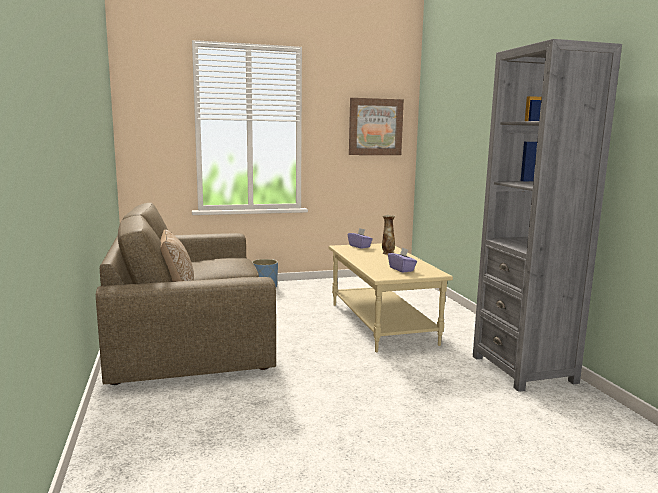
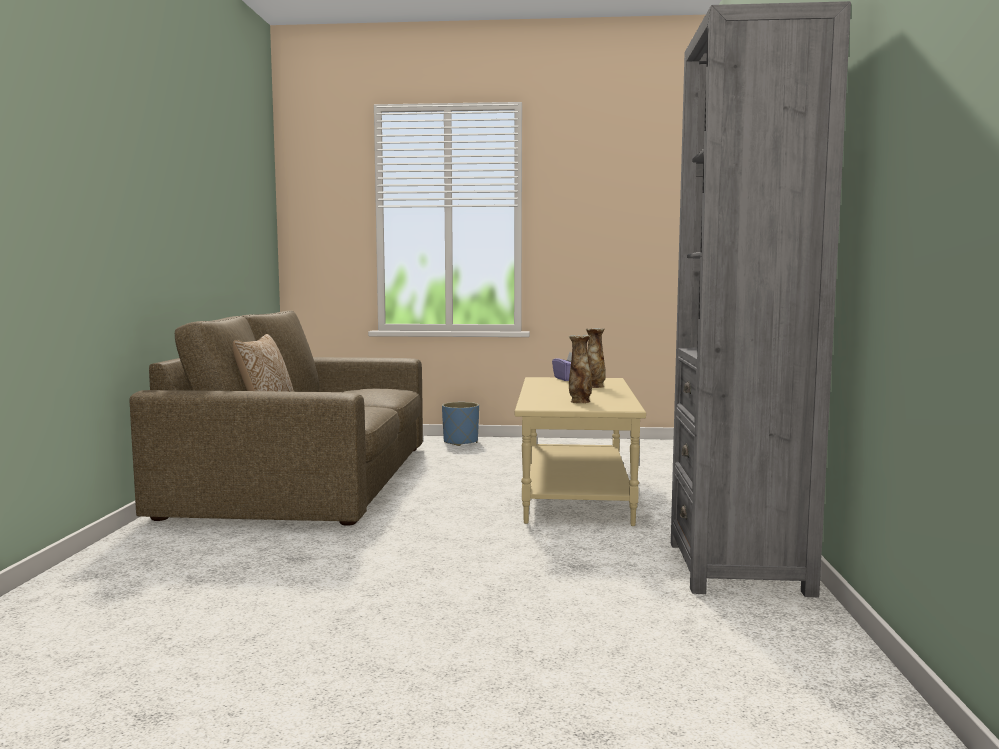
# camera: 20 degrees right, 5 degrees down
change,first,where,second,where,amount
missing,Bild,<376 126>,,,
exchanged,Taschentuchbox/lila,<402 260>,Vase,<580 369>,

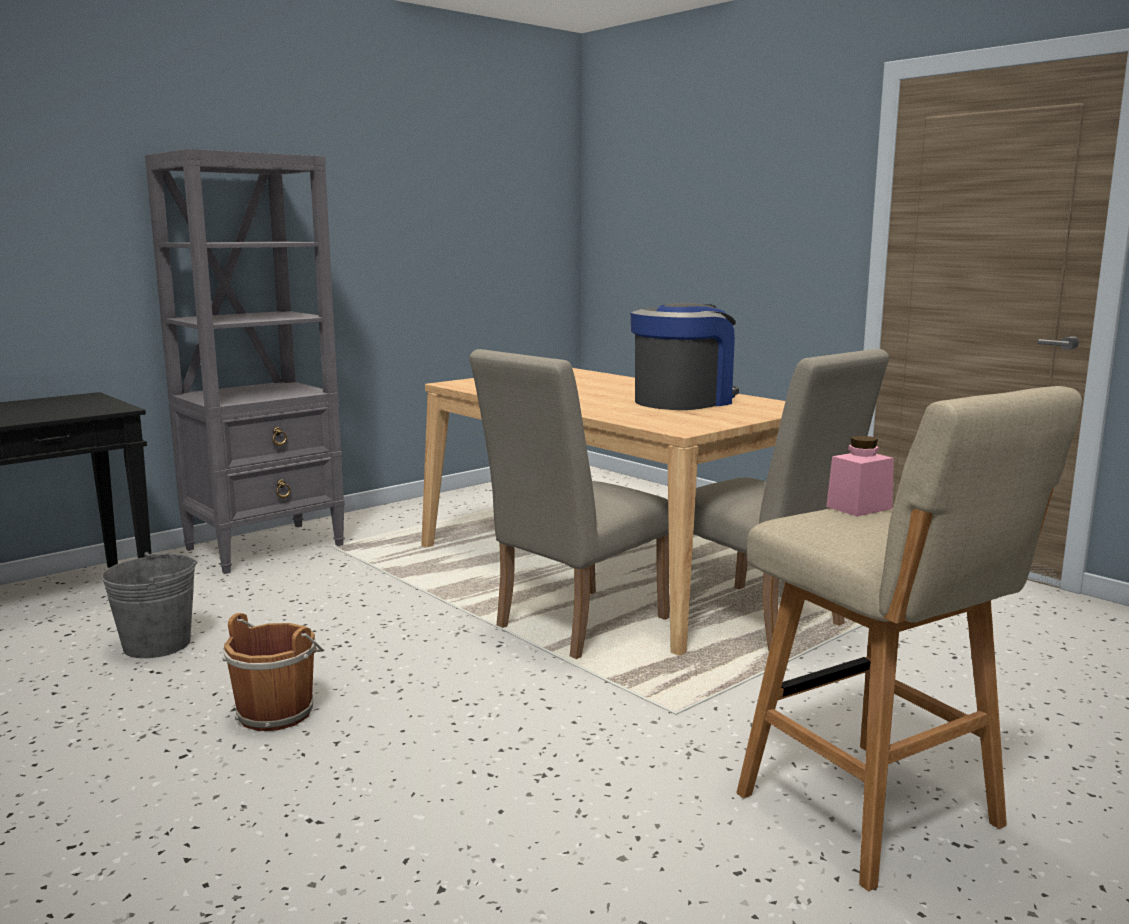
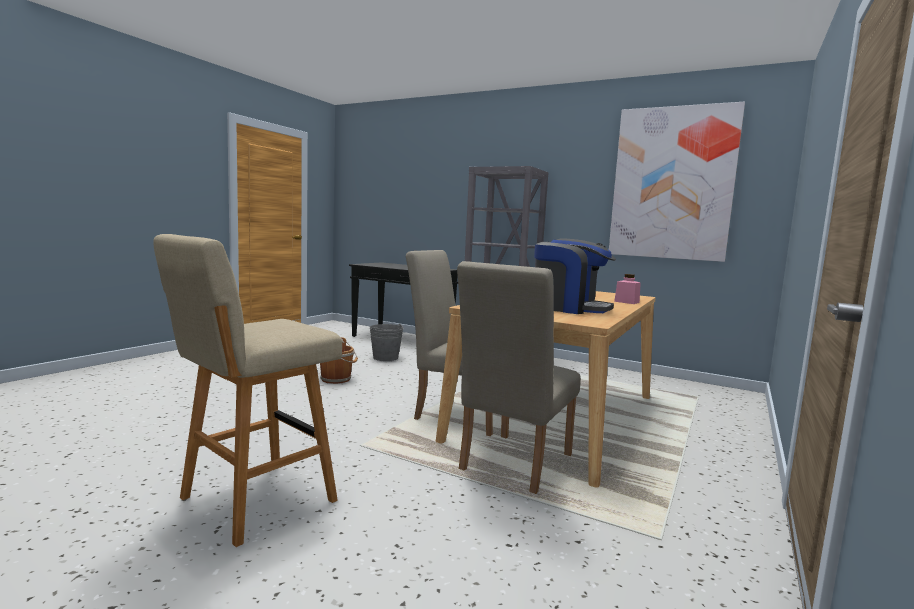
# camera: 70 degrees right, 5 degrees down
change,first,where,second,where,amount
appeared,,,Bild,<677 181>,
relocated,Vorratsglas/rosa,<860 476>,,<627 289>,

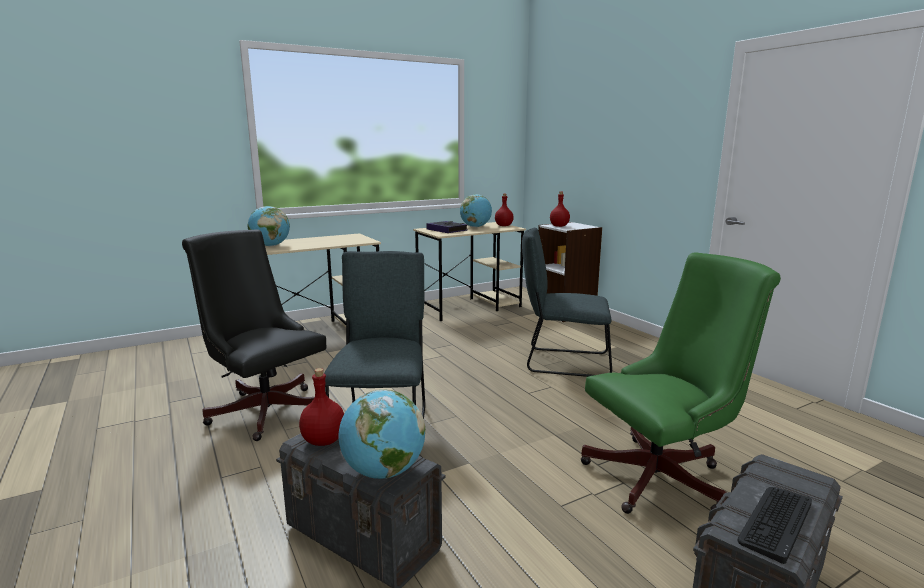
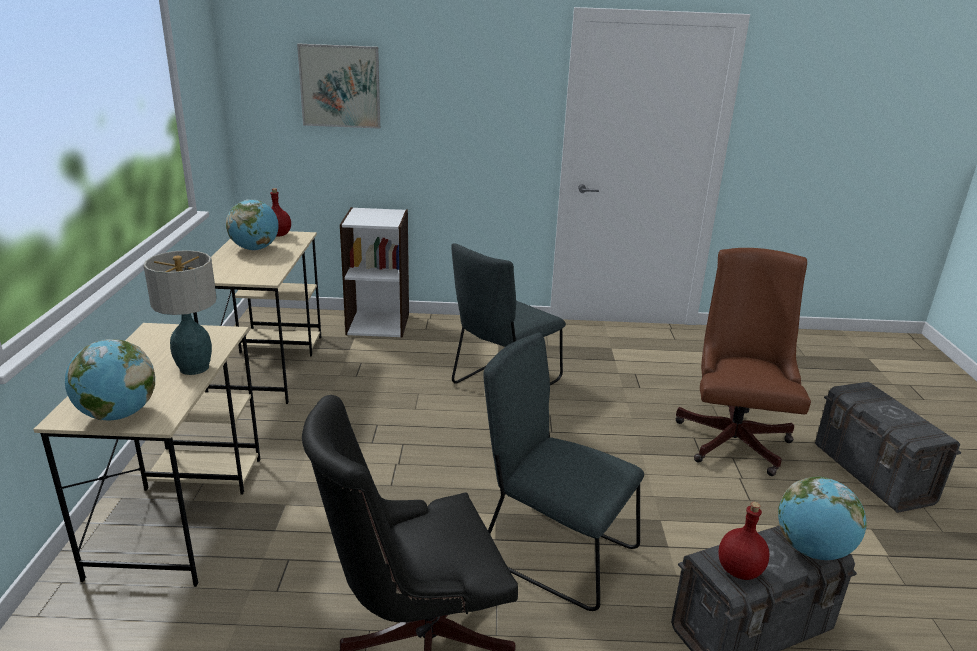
# camera: 60 degrees left, 10 degrees up
change,first,where,second,where,amount
missing,Buch,<447 227>,,,
missing,Flasche/rot,<560 209>,,,
missing,Tastatur,<774 525>,,,
appeared,,,Tischlampe,<180 312>,
appeared,,,Bild,<338 86>,
colour,Bürostuhl/grün,<681 383>,Bürostuhl/braun,<743 362>,

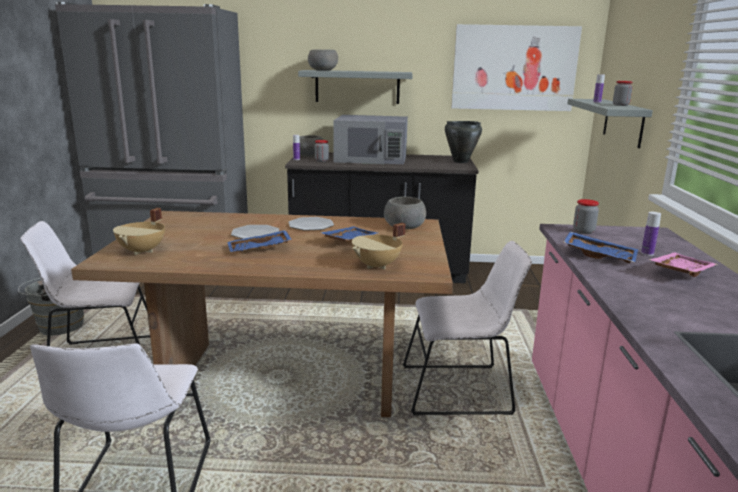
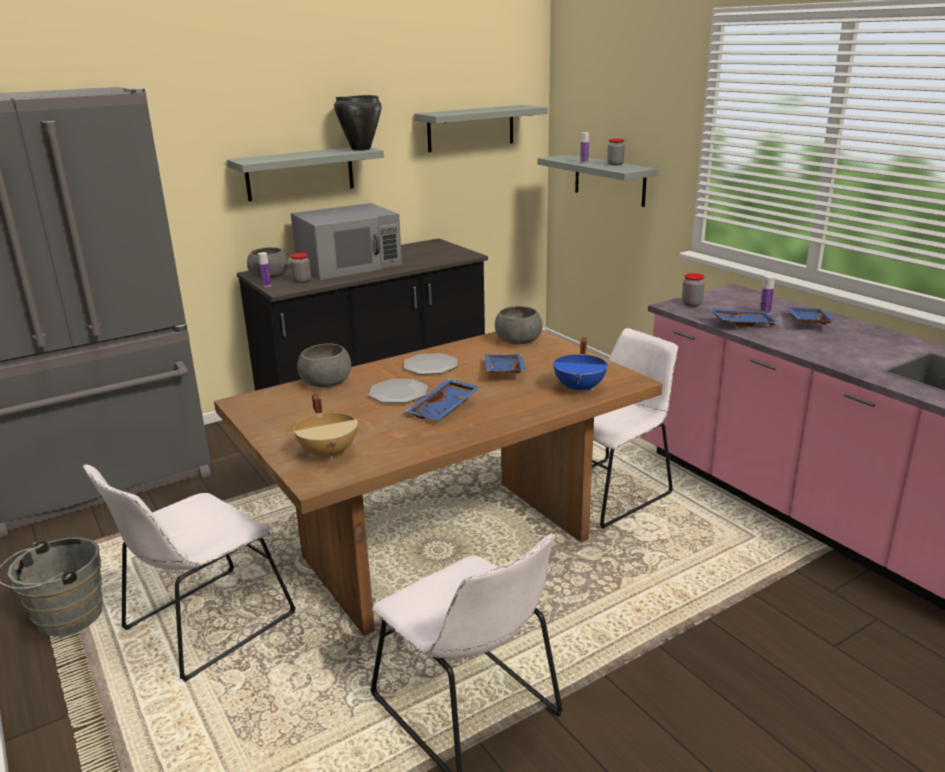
# camera: 35 degrees left, 5 degrees up
change,first,where,second,where,amount
relocated,Schüssel/grau,<323 60>,,<324 366>,
relocated,Kochtopf/schwarz,<463 142>,,<358 123>,
exchanged,Bild,<516 67>,Wandregal/grau,<481 128>,
colour,Kochtopf/beige,<378 246>,Kochtopf/blau,<580 366>,
colour,Tablett/rosa,<683 264>,Tablett/blau,<812 316>,

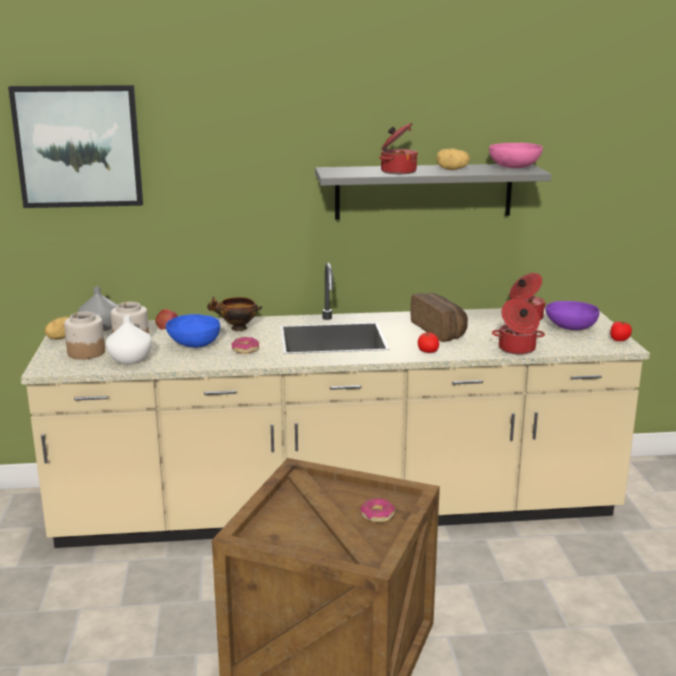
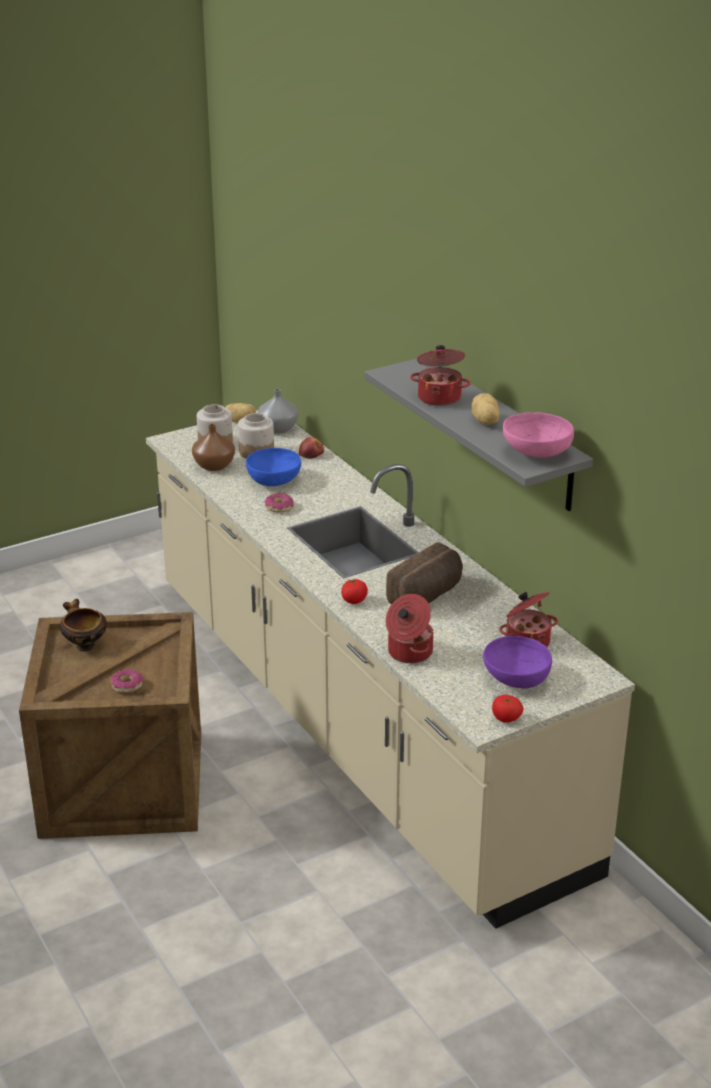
# camera: 65 degrees right, 10 degrees up
change,first,where,second,where,amount
missing,Bild,<75 146>,,,
relocated,Schüssel,<234 313>,,<83 625>,
colour,Vase/weiß,<129 339>,Vase/braun,<213 447>,

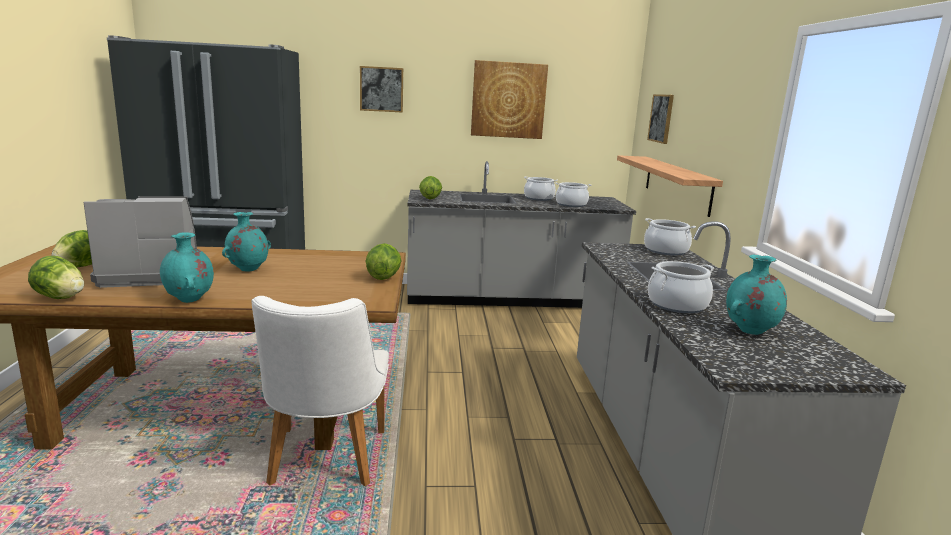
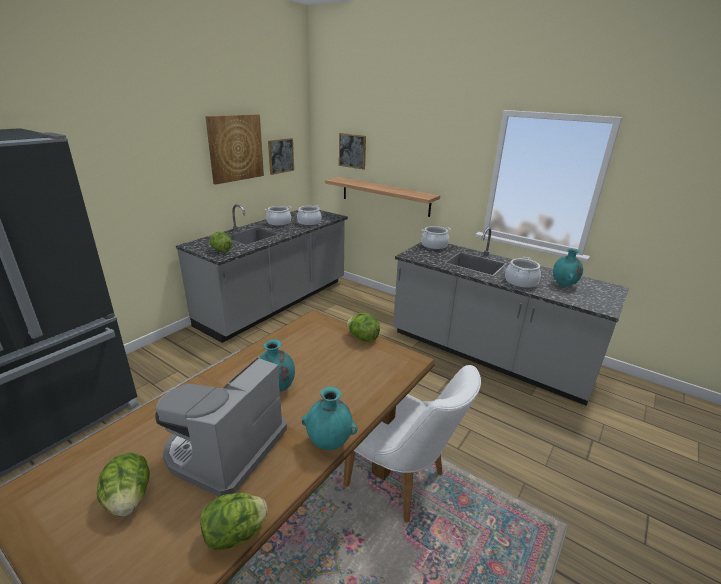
# camera: 50 degrees left, 10 degrees up
change,first,where,second,where,amount
relocated,Bild,<381 89>,,<281 156>,

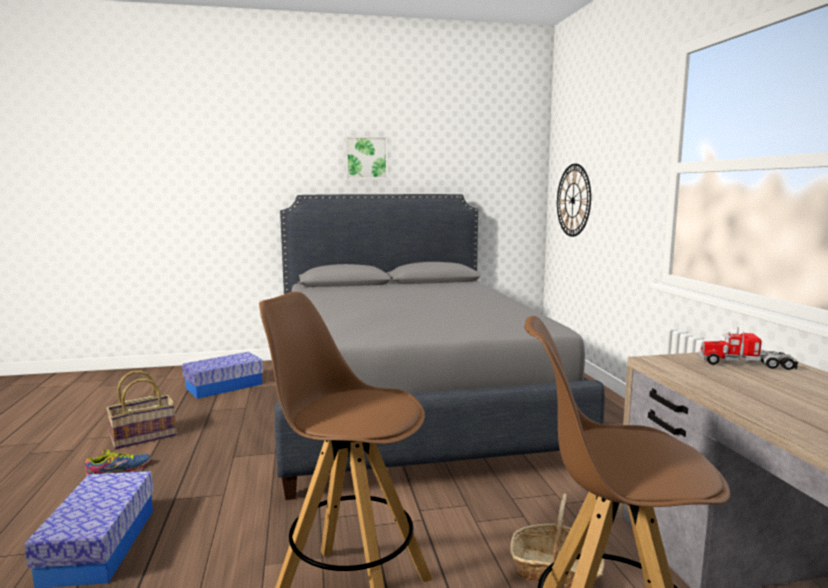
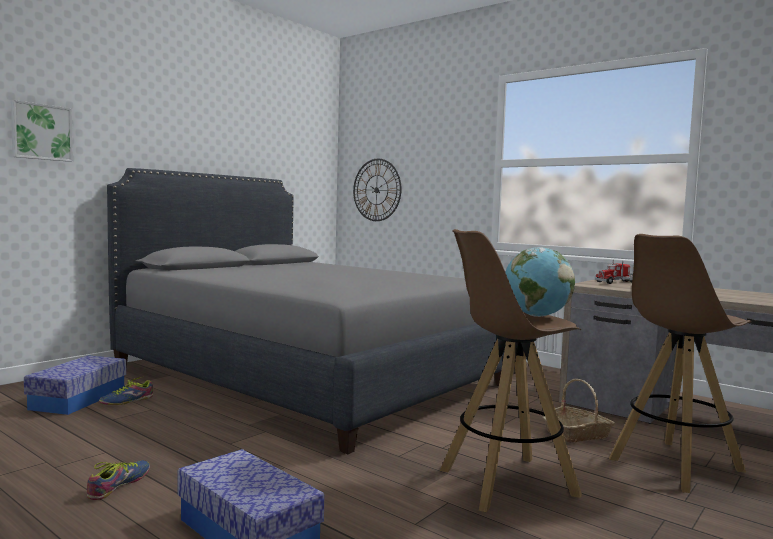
# camera: 40 degrees left, 5 degrees down
change,first,where,second,where,amount
missing,Korb,<141 410>,,,
appeared,,,Schuh,<126 391>,
appeared,,,Globus,<540 282>,
relocated,Bild,<366 157>,,<42 131>,

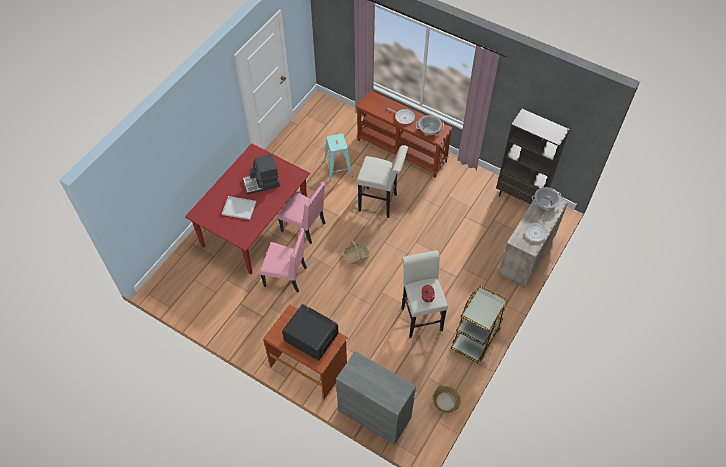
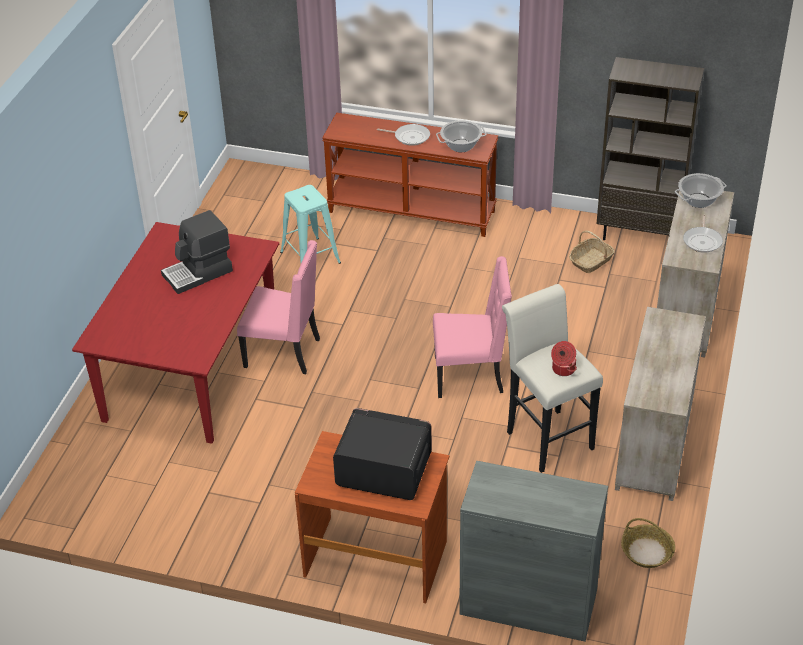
# camera: 15 degrees left, 15 degrees down
change,first,where,second,where,amount
missing,Tablett/weiß,<239 208>,,,
missing,Hocker/weiß,<382 181>,,,
relocated,Stuhl/rosa,<283 260>,,<472 327>,
relocated,Korb,<356 252>,,<592 251>,
exchanged,Rollwagen/braun,<479 324>,Kommode/beige,<660 404>,

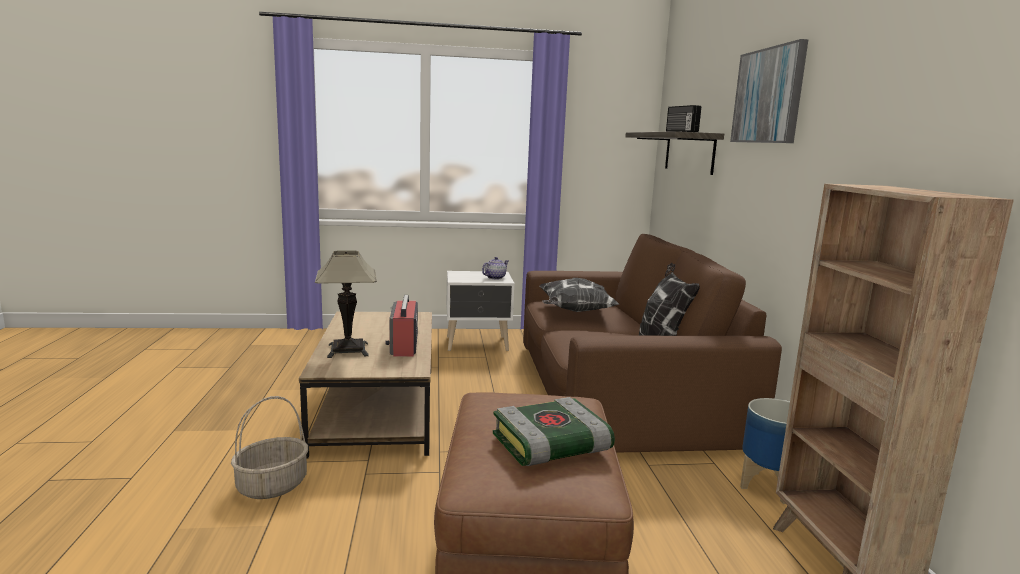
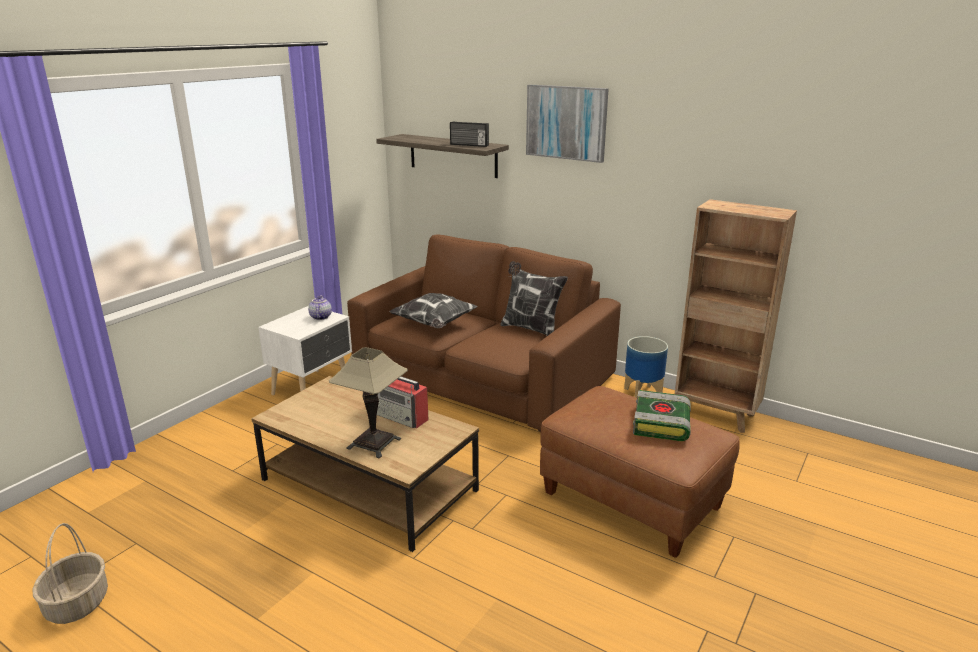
# camera: 50 degrees left, 10 degrees up
change,first,where,second,where,amount
relocated,Korb,<269 447>,,<70 573>,

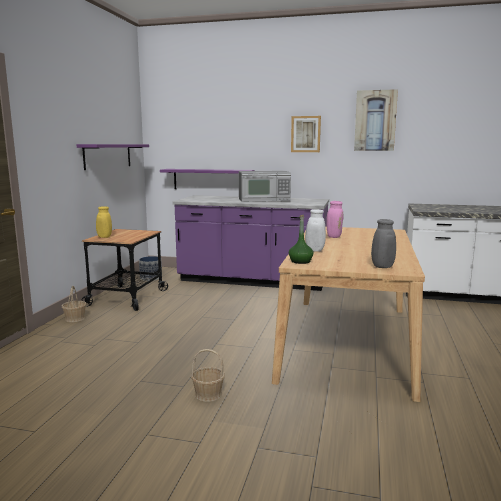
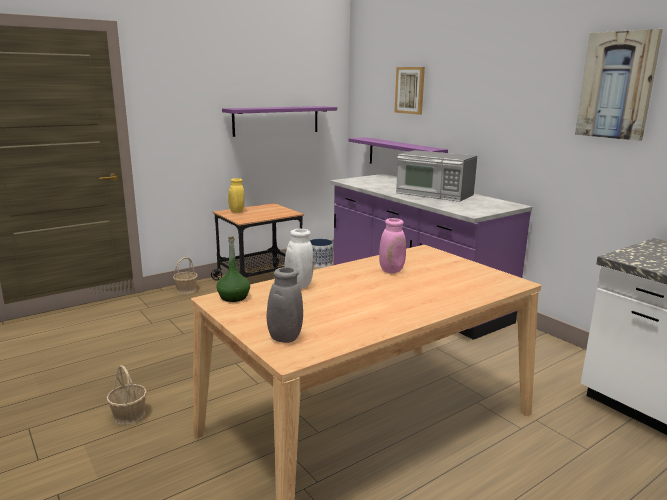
# camera: 40 degrees right, 5 degrees up
change,first,where,second,where,amount
relocated,Bild,<306 134>,,<409 91>,

